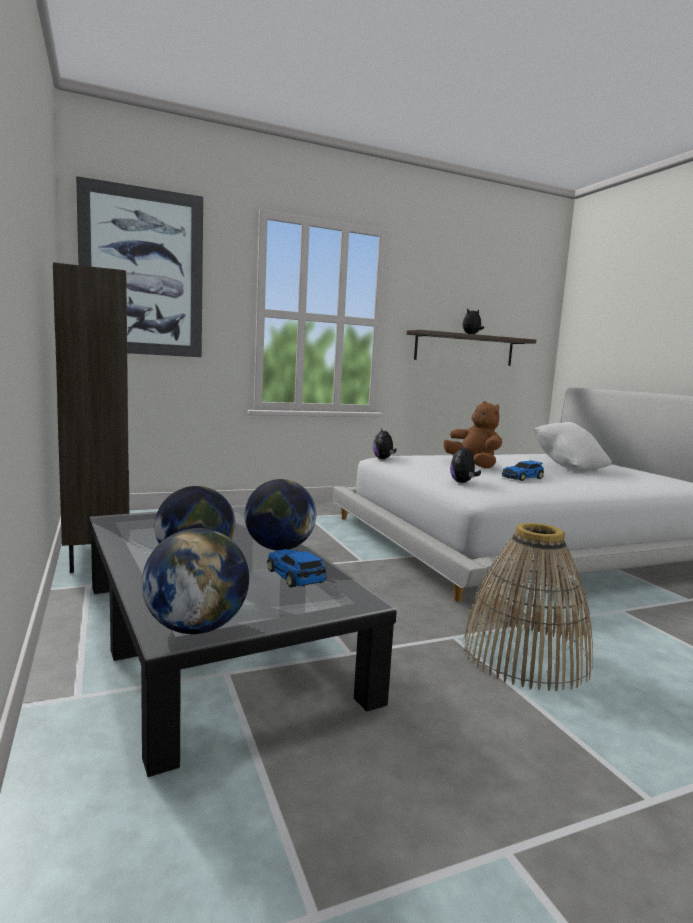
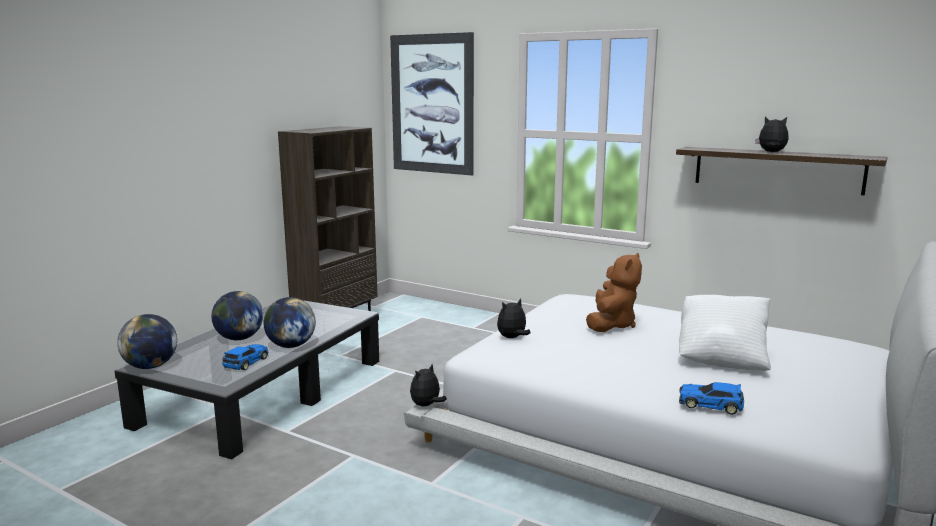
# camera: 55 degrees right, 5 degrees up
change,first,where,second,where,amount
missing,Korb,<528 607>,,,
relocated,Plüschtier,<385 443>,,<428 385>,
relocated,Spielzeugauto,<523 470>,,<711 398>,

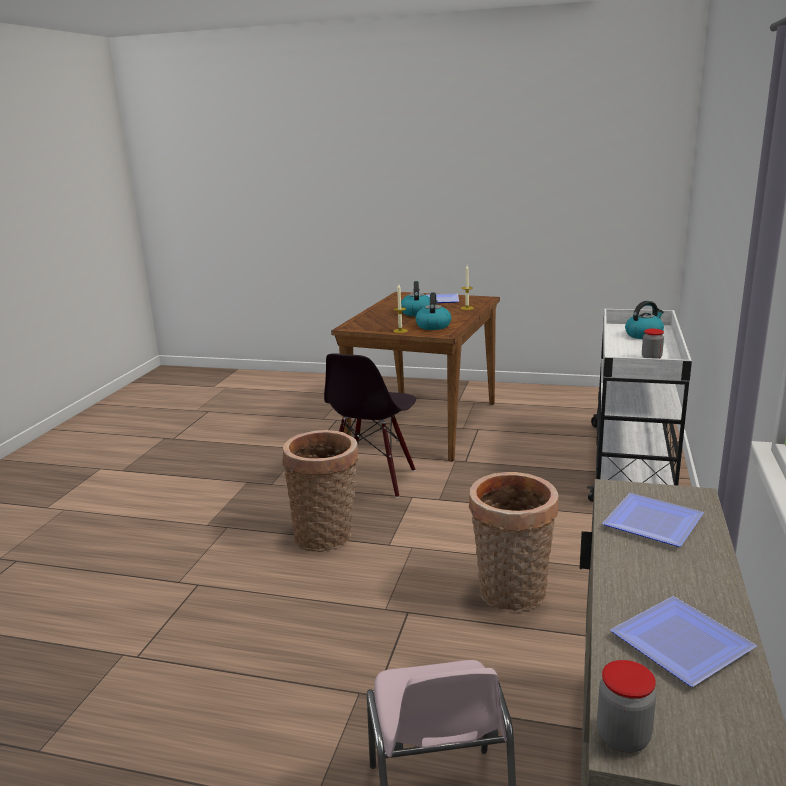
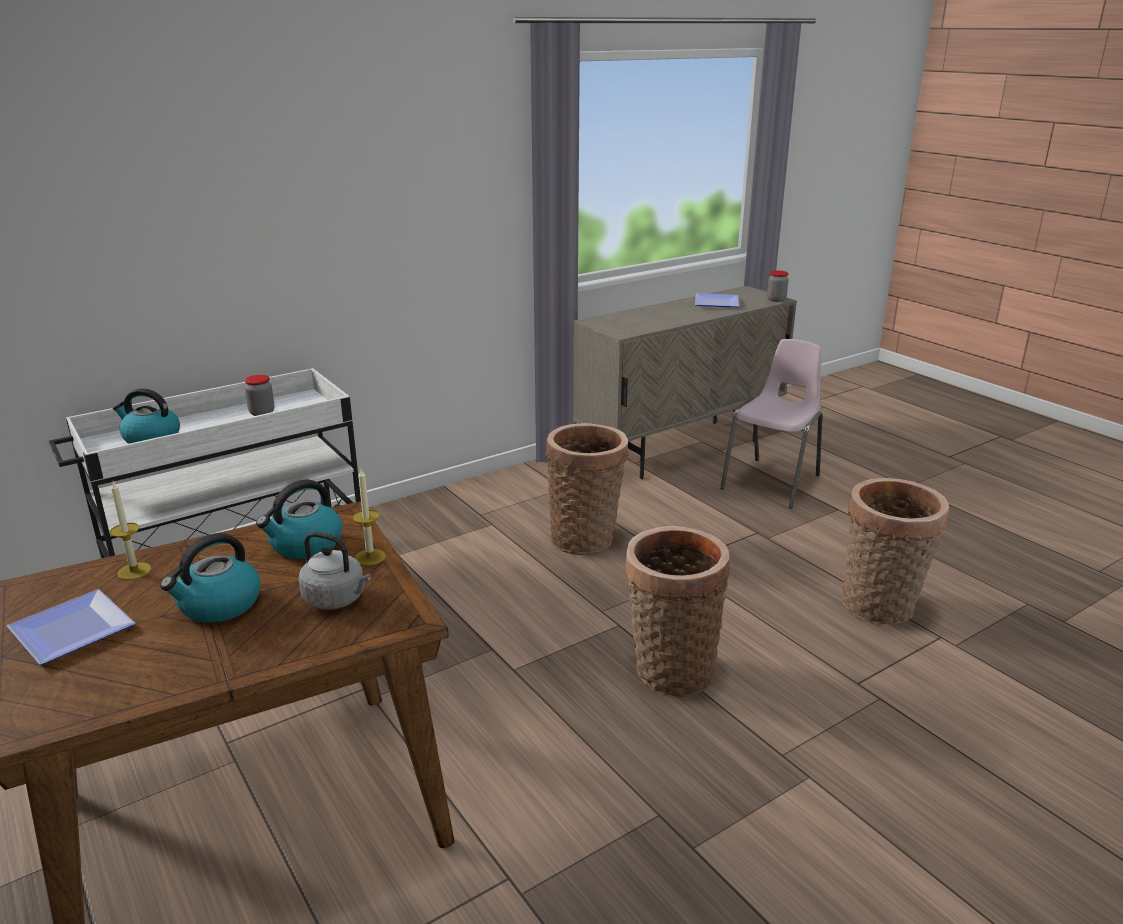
# camera: 140 degrees left, 5 degrees up
change,first,where,second,where,amount
missing,Stuhl/schwarz,<370 425>,,,
missing,Teller,<653 520>,,,
appeared,,,Wasserkessel/grau,<334 571>,
appeared,,,Korb,<895 551>,

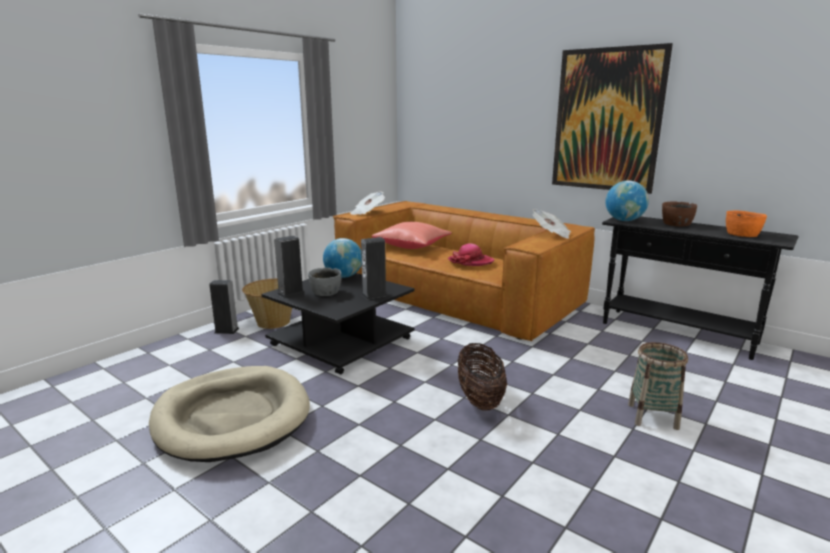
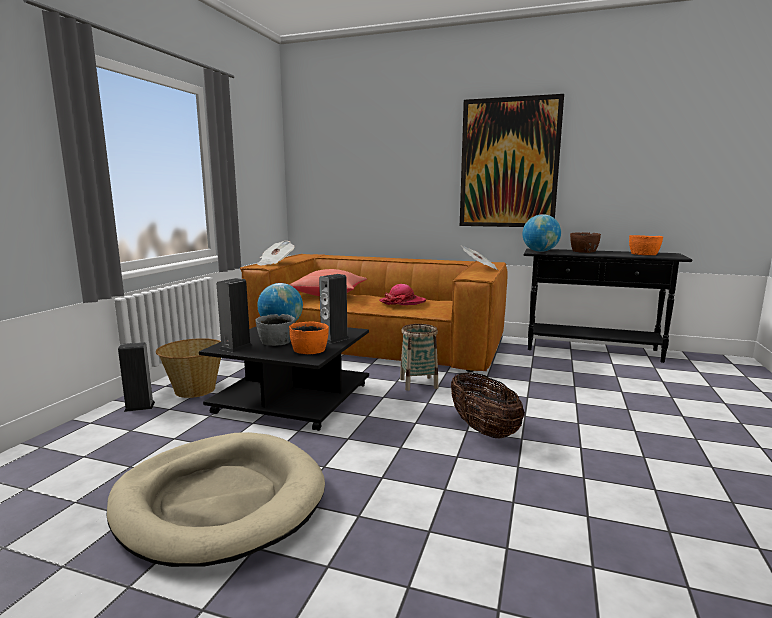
# camera: 20 degrees left, 5 degrees down
change,first,where,second,where,amount
appeared,,,Schüssel/orange,<309 338>,
relocated,Korb,<658 386>,,<419 357>,

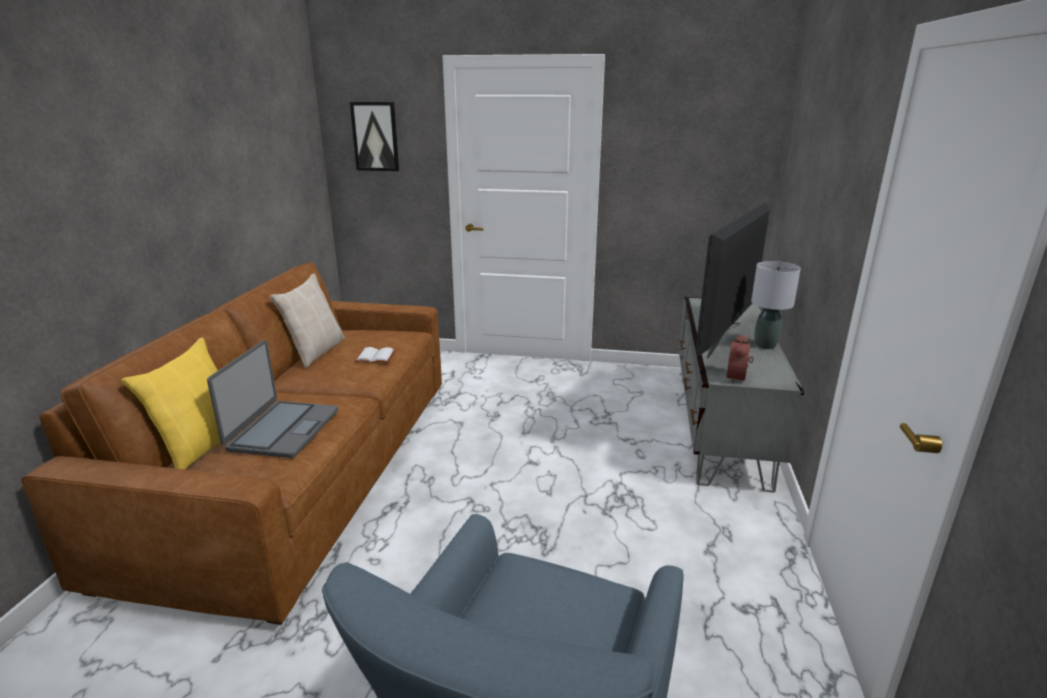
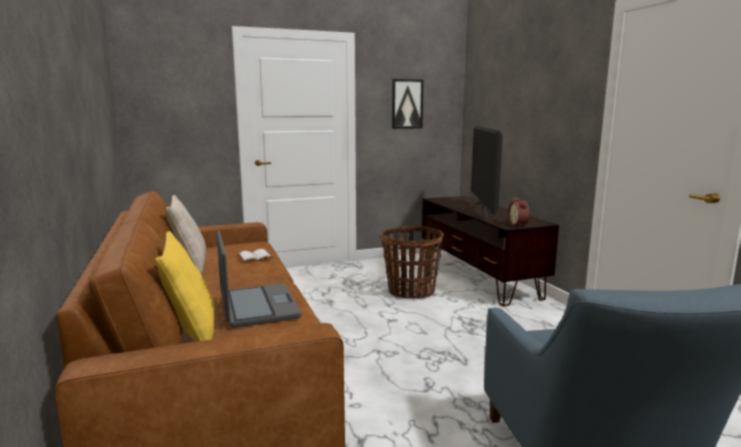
# camera: 30 degrees left, 10 degrees down
change,first,where,second,where,amount
missing,Tischlampe/grau,<776 305>,,,
appeared,,,Korb,<412 262>,
relocated,Bild,<374 136>,,<408 104>,
colour,Fernsehschrank/grau,<741 394>,Fernsehschrank/braun,<490 251>,

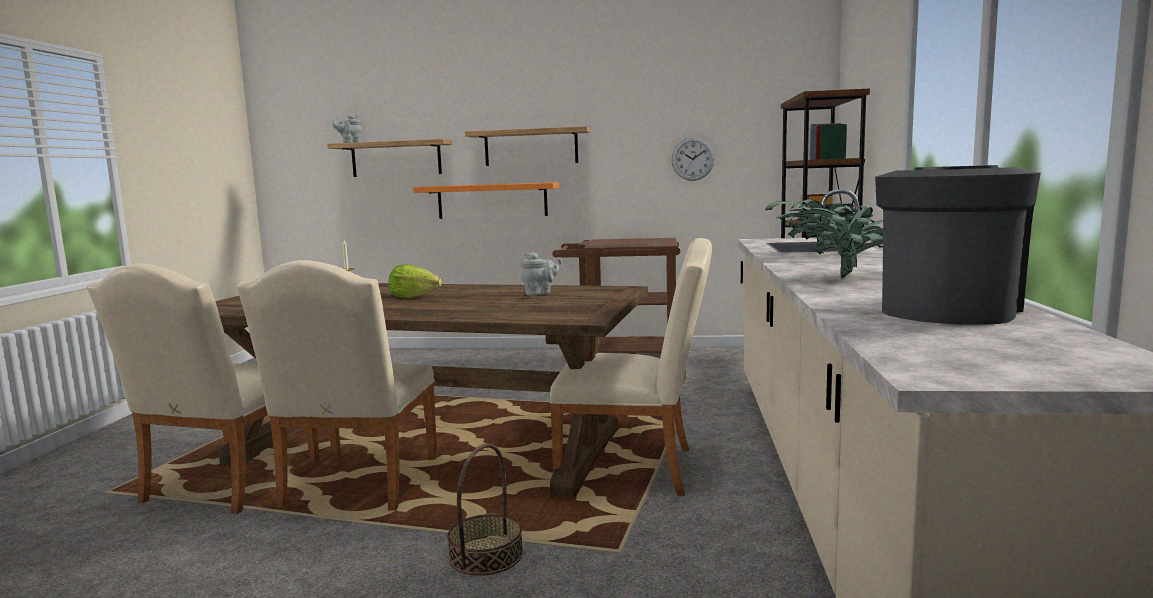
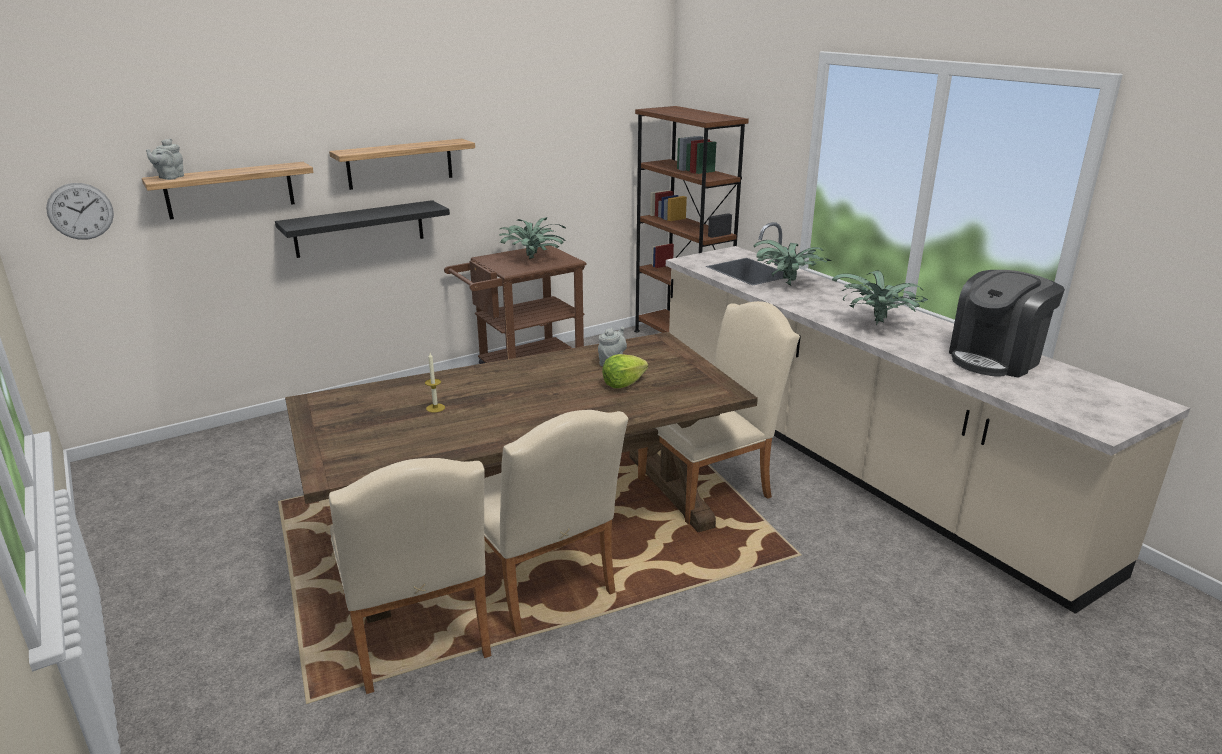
# camera: 40 degrees left, 15 degrees up
change,first,where,second,where,amount
missing,Korb,<485 509>,,,
appeared,,,Topfpflanze,<532 238>,
relocated,Salatkopf,<415 281>,,<625 371>,
relocated,Wanduhr,<693 159>,,<80 211>,
colour,Wandregal/orange,<486 200>,Wandregal/schwarz,<362 229>,
spun,Kaffeemaschine,<958 245>,,<1007 324>,120 degrees counterclockwise

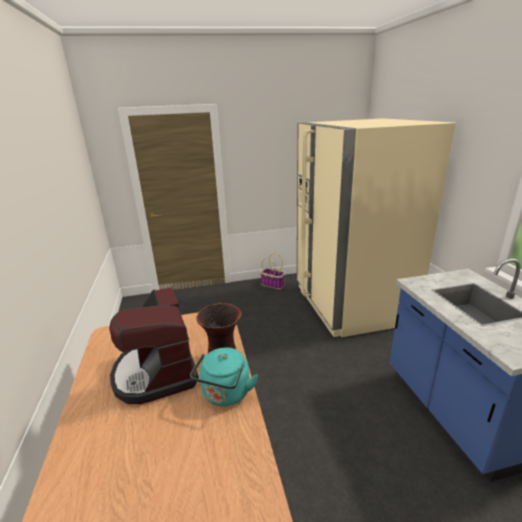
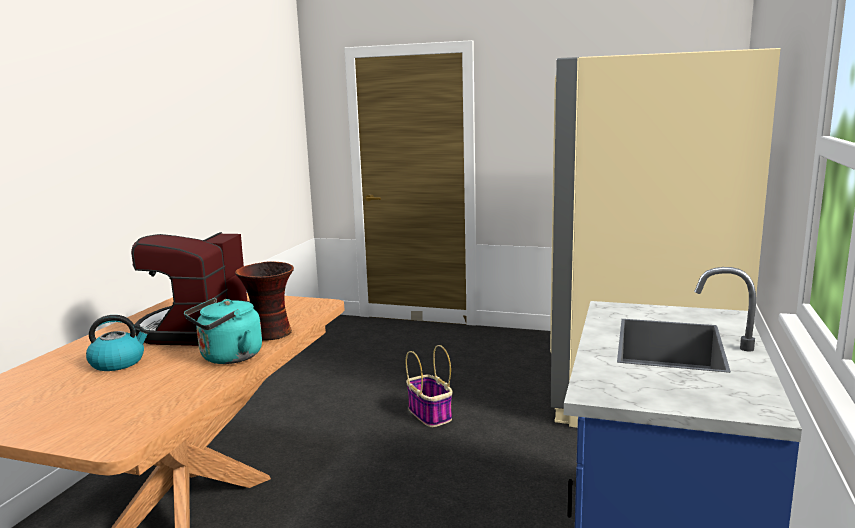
# camera: 30 degrees right, 10 degrees down
change,first,where,second,where,amount
appeared,,,Wasserkessel,<118 343>,
relocated,Korb,<272 271>,,<429 386>,

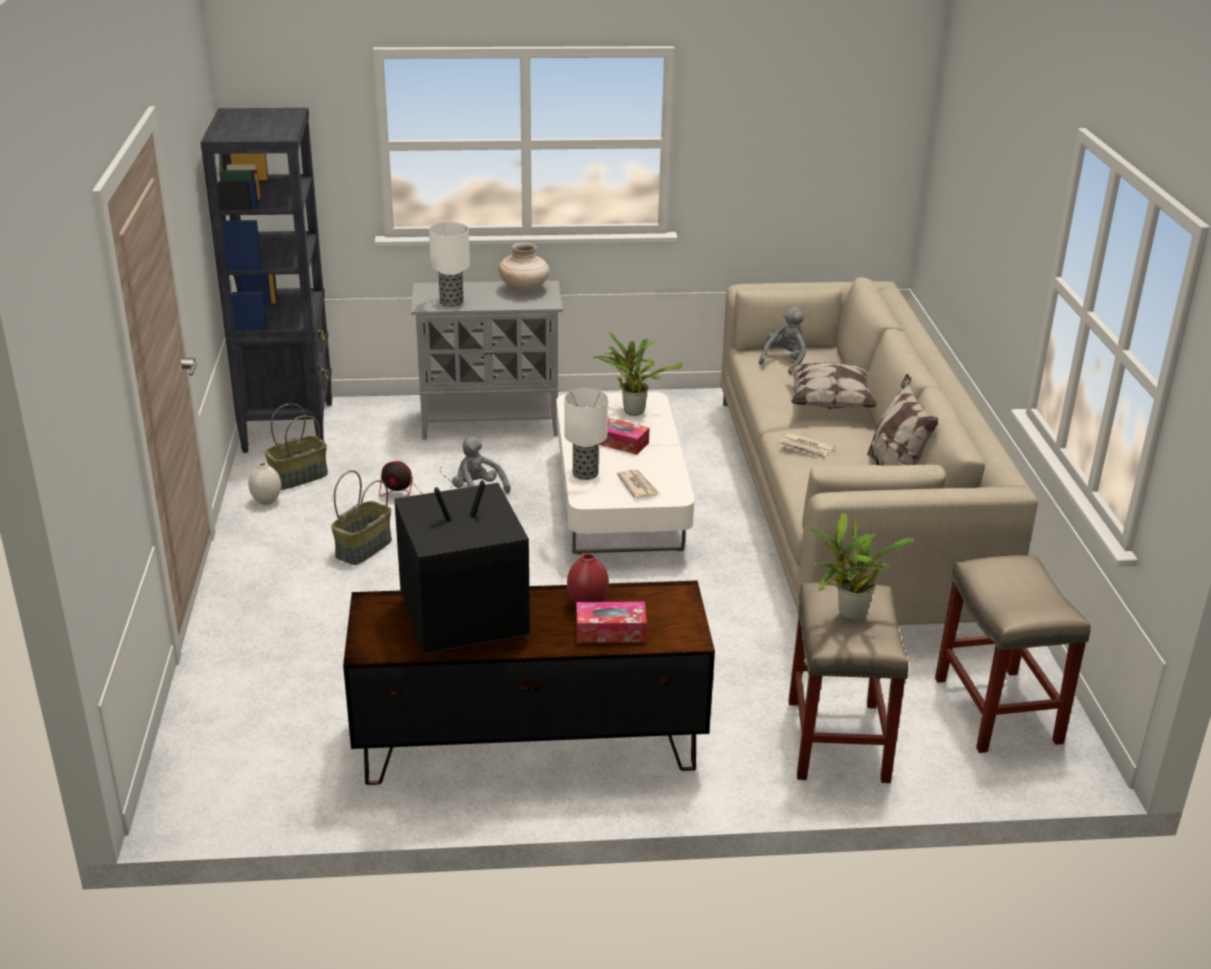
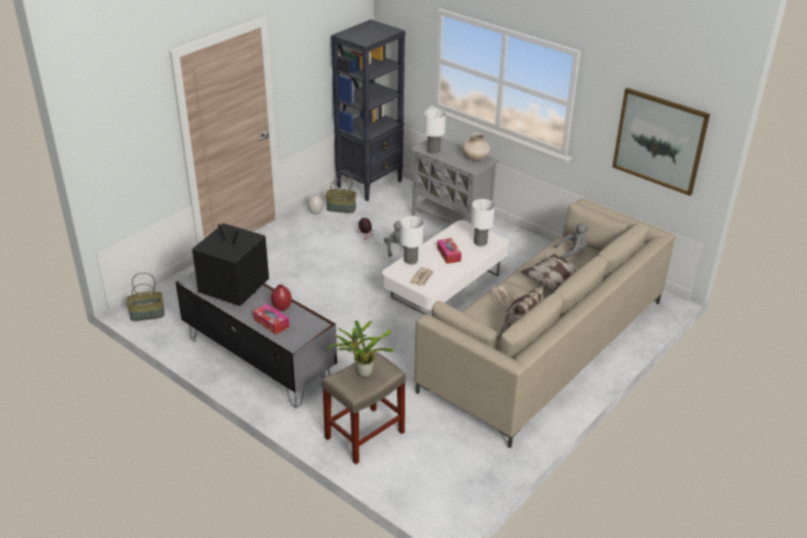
# camera: 45 degrees right, 5 degrees up
change,first,where,second,where,amount
missing,Hocker/beige,<1013 654>,,,
appeared,,,Bild,<661 142>,
relocated,Korb,<361 517>,,<145 297>,
exchanged,Topfpflanze,<637 374>,Tischlampe,<483 222>,
colour,Fernsehschrank/braun,<529 682>,Fernsehschrank/grau,<256 339>,

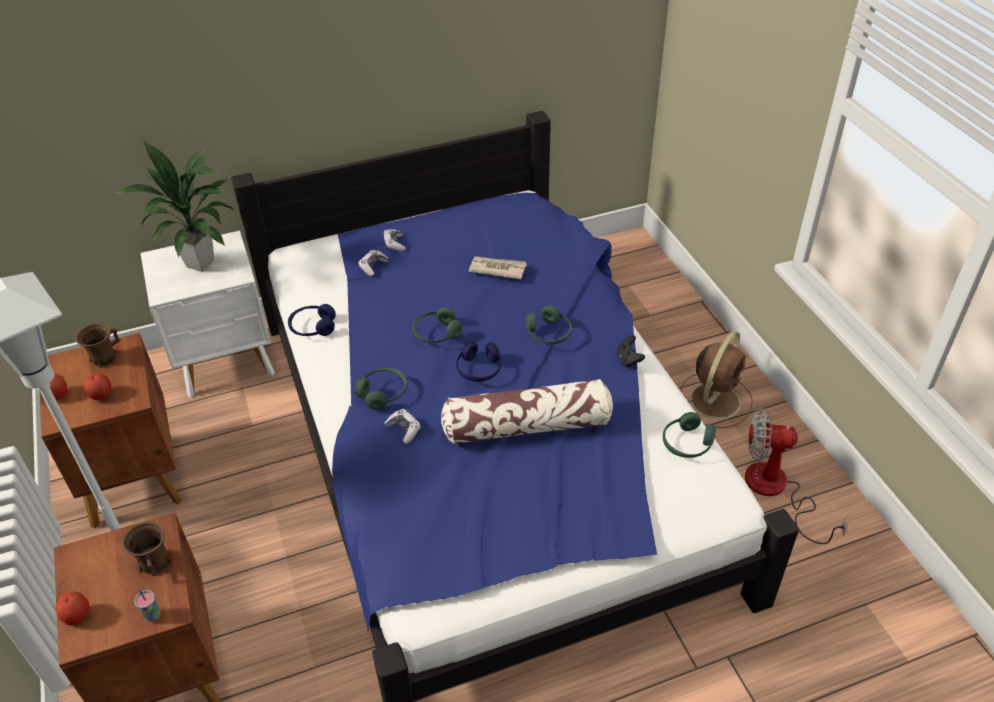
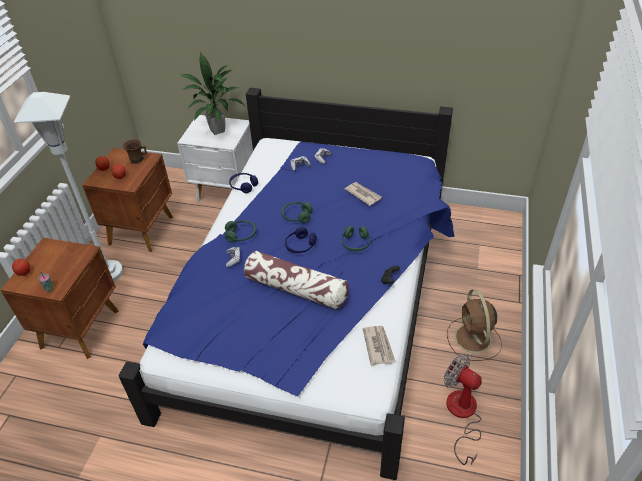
# camera: 35 degrees right, 0 degrees up
change,first,where,second,where,amount
missing,Henkelbecher/braun,<147 548>,,,
exchanged,Kopfhörer/grün,<689 435>,Zeitung,<379 345>,
spun,Ventilator/braun,<717 379>,,<474 325>,105 degrees clockwise

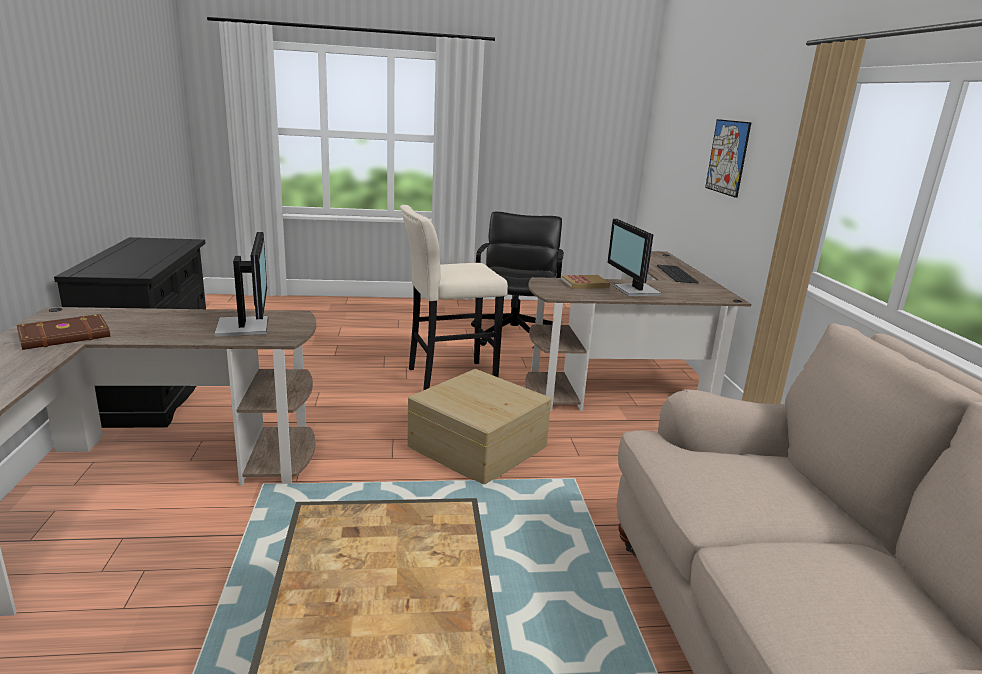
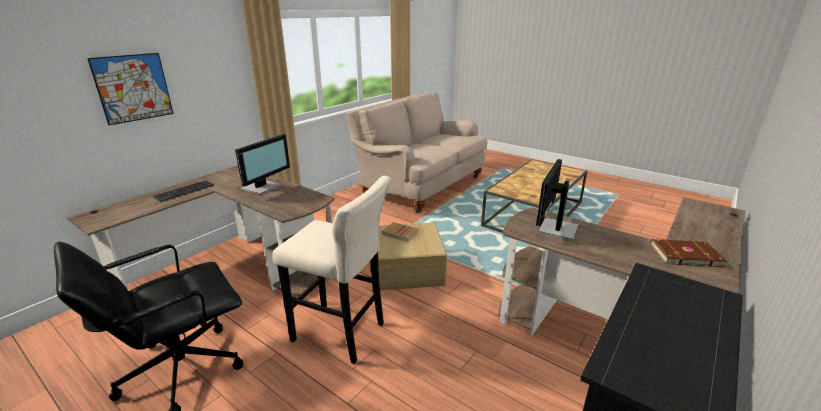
# camera: 135 degrees left, 5 degrees up
change,first,where,second,where,amount
relocated,Buch,<585 282>,,<400 232>,

